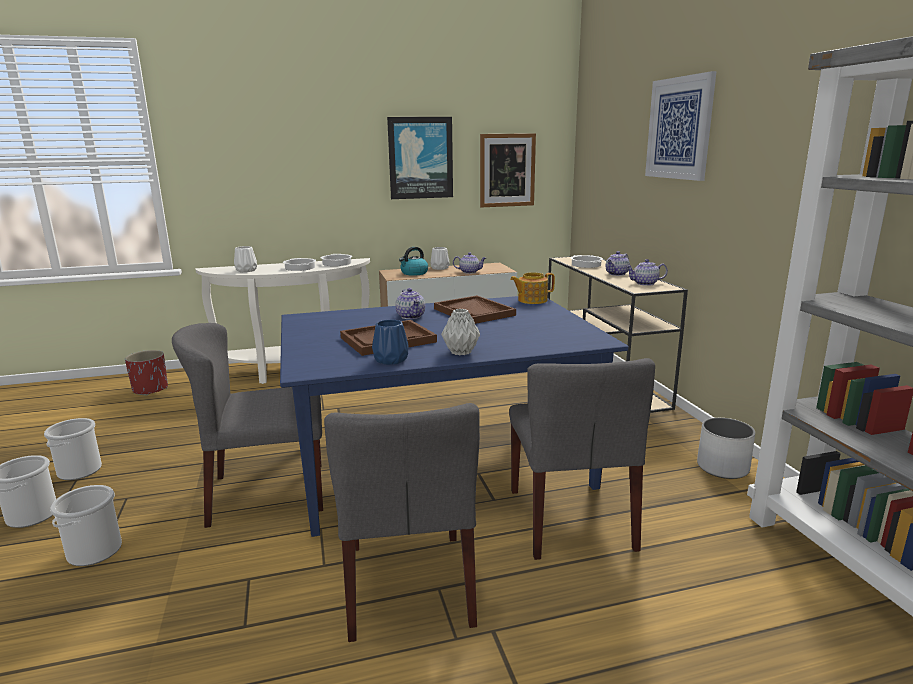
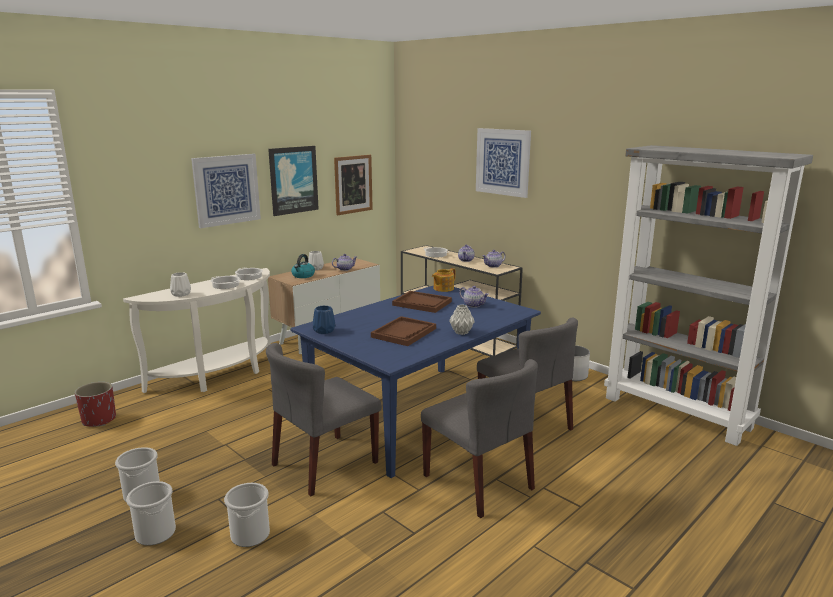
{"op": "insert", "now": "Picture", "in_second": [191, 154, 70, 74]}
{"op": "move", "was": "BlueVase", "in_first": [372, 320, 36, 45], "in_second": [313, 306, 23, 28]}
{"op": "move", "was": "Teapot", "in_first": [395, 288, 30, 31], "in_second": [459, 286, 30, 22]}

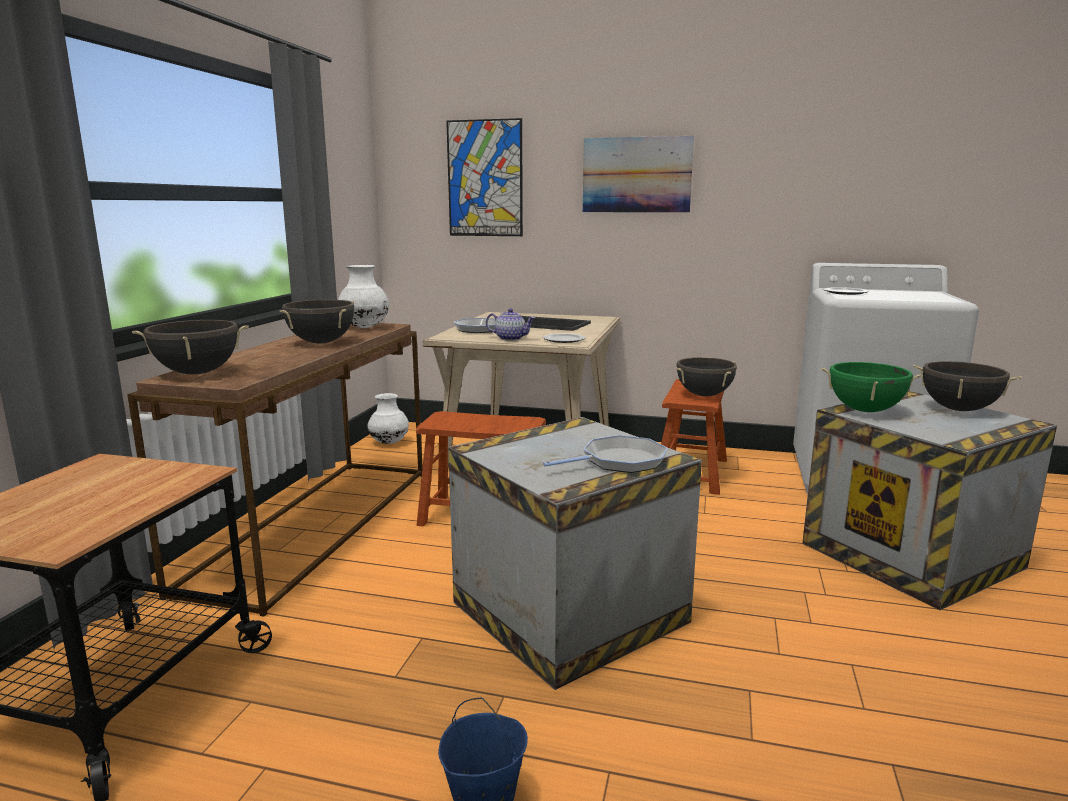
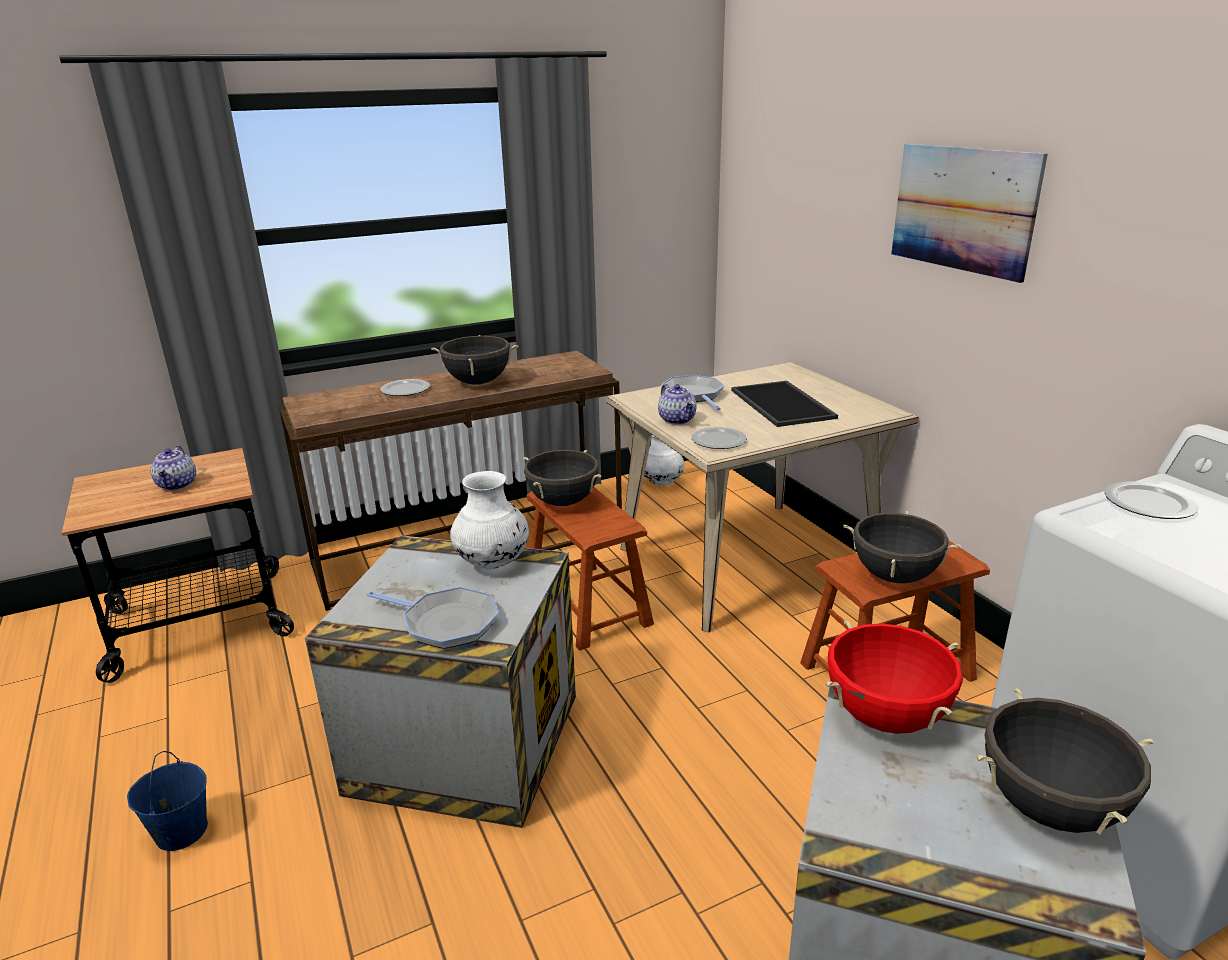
{"op": "insert", "now": "Teapot", "in_second": [150, 446, 46, 44]}
{"op": "insert", "now": "Plate", "in_second": [380, 379, 50, 17]}
{"op": "move", "was": "WhiteVase", "in_first": [338, 265, 51, 63], "in_second": [450, 471, 79, 98]}
{"op": "move", "was": "BlackCookingPot", "in_first": [132, 320, 117, 54], "in_second": [523, 450, 78, 56]}
{"op": "recolor", "was": "GreenCookingPot", "now": "RedCookingPot", "in_first": [820, 362, 103, 50], "in_second": [826, 620, 137, 114]}
{"op": "delete", "was": "Picture", "in_first": [446, 118, 77, 118]}

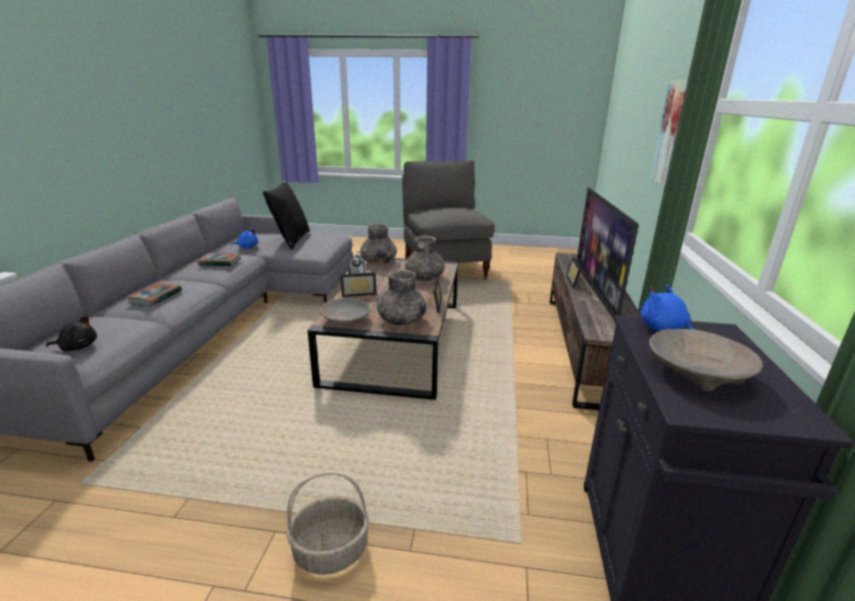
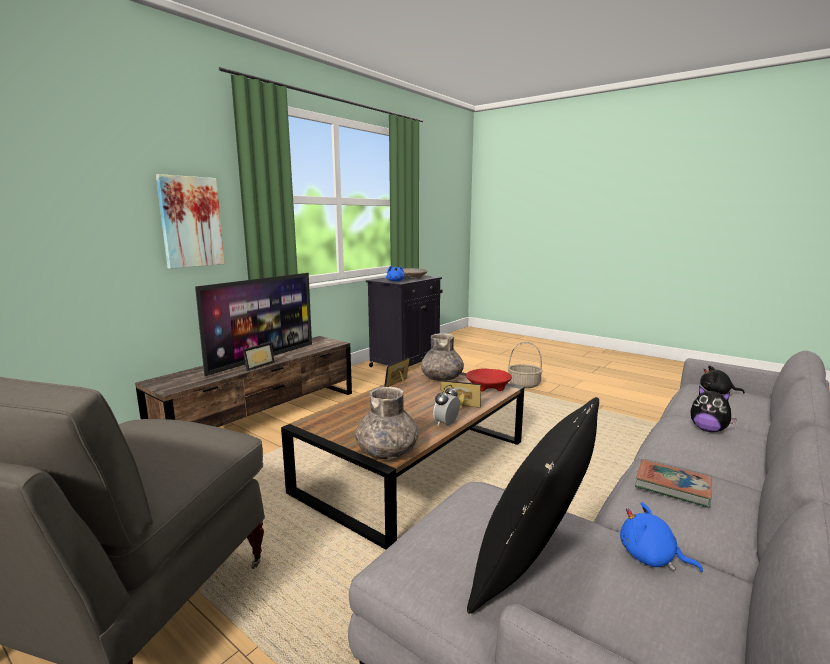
{"op": "recolor", "was": "BeigeBowl", "now": "RedBowl", "in_first": [320, 298, 50, 30], "in_second": [466, 368, 46, 23]}
{"op": "replace", "was": "Book", "now": "PlushToy", "in_first": [126, 282, 56, 24], "in_second": [691, 386, 46, 46]}
{"op": "delete", "was": "GreyVase", "in_first": [405, 236, 40, 45]}

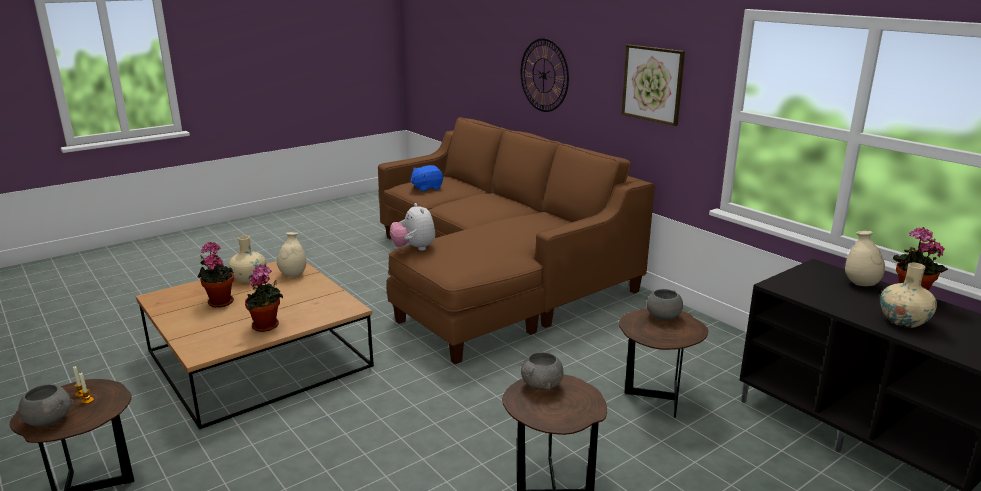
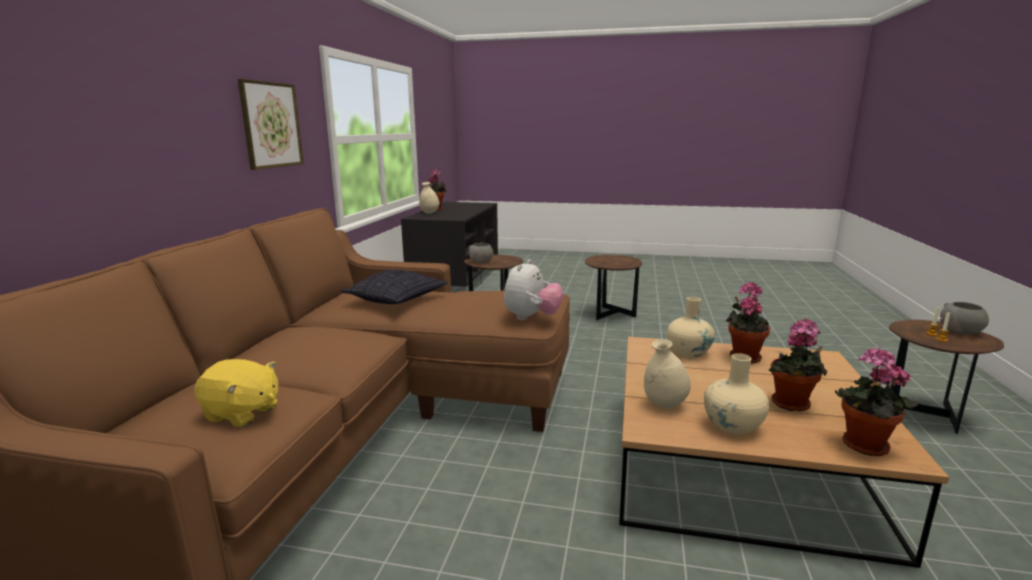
{"op": "recolor", "was": "BluePlushToy", "now": "YellowPlushToy", "in_first": [410, 165, 33, 27], "in_second": [194, 359, 84, 68]}
{"op": "insert", "now": "Pillow", "in_second": [341, 269, 107, 35]}
{"op": "move", "was": "BeigeVase", "in_first": [880, 263, 57, 65], "in_second": [667, 297, 48, 60]}
{"op": "insert", "now": "PottedPlant", "in_second": [835, 348, 83, 108]}
{"op": "delete", "was": "WallClock", "in_first": [521, 38, 48, 74]}
{"op": "delete", "was": "GreyBowl", "in_first": [521, 352, 42, 38]}

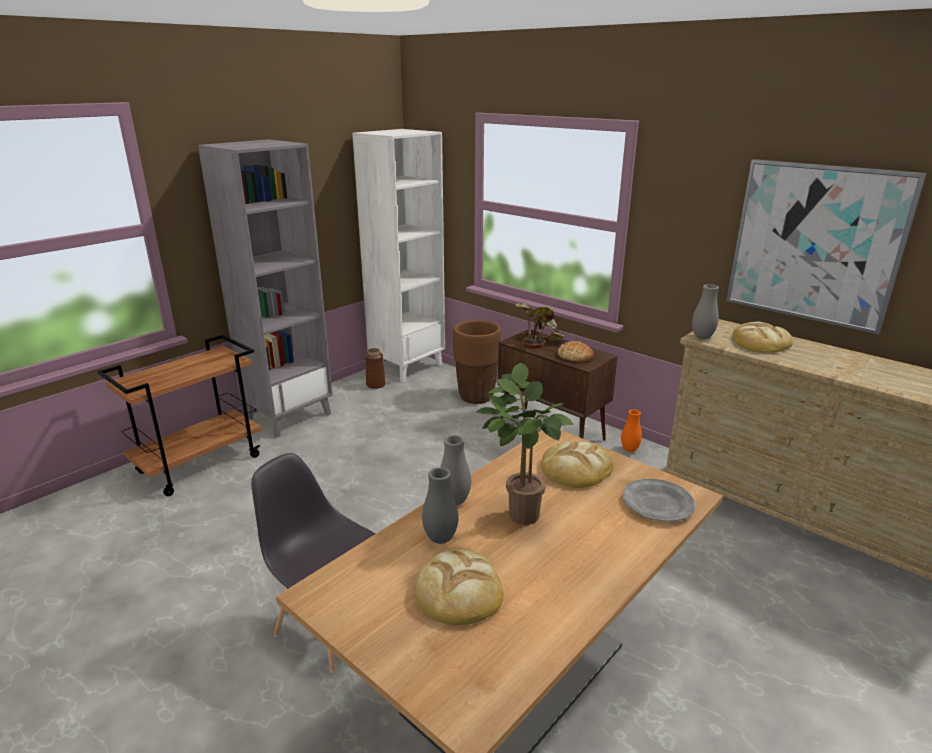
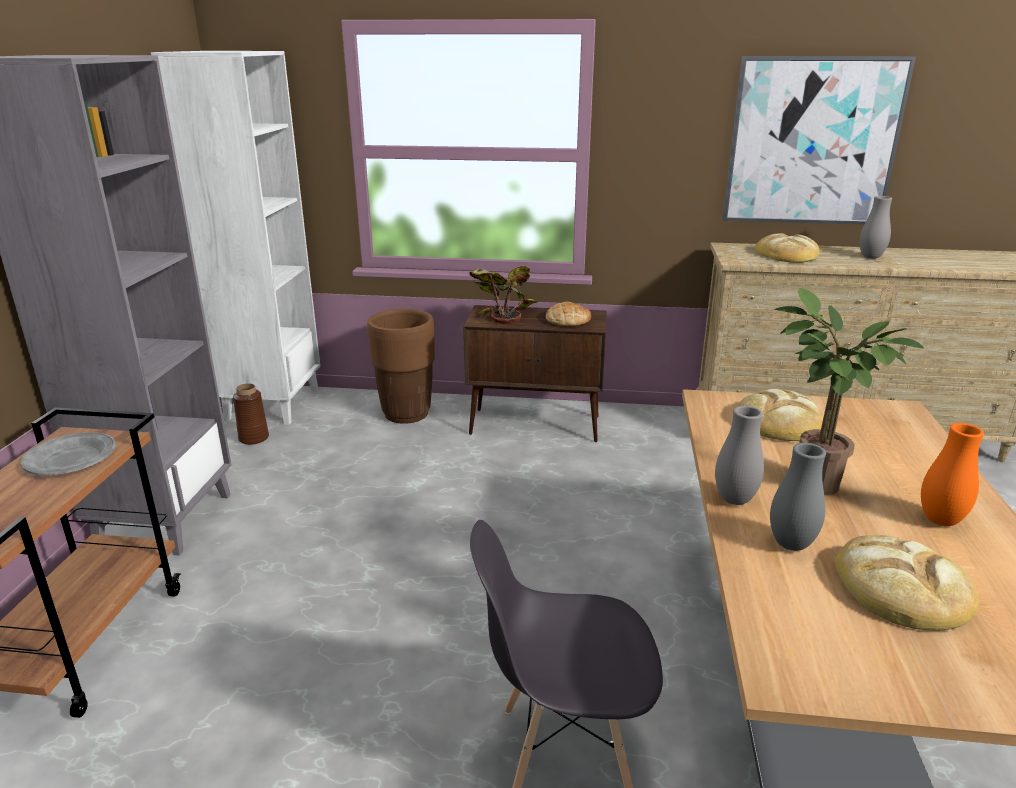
{"op": "move", "was": "GreyPlate", "in_first": [622, 479, 73, 43], "in_second": [21, 432, 95, 43]}
{"op": "move", "was": "GreyVase", "in_first": [692, 284, 27, 55], "in_second": [859, 196, 33, 63]}
{"op": "move", "was": "OrangeVase", "in_first": [621, 409, 21, 43], "in_second": [921, 423, 63, 103]}

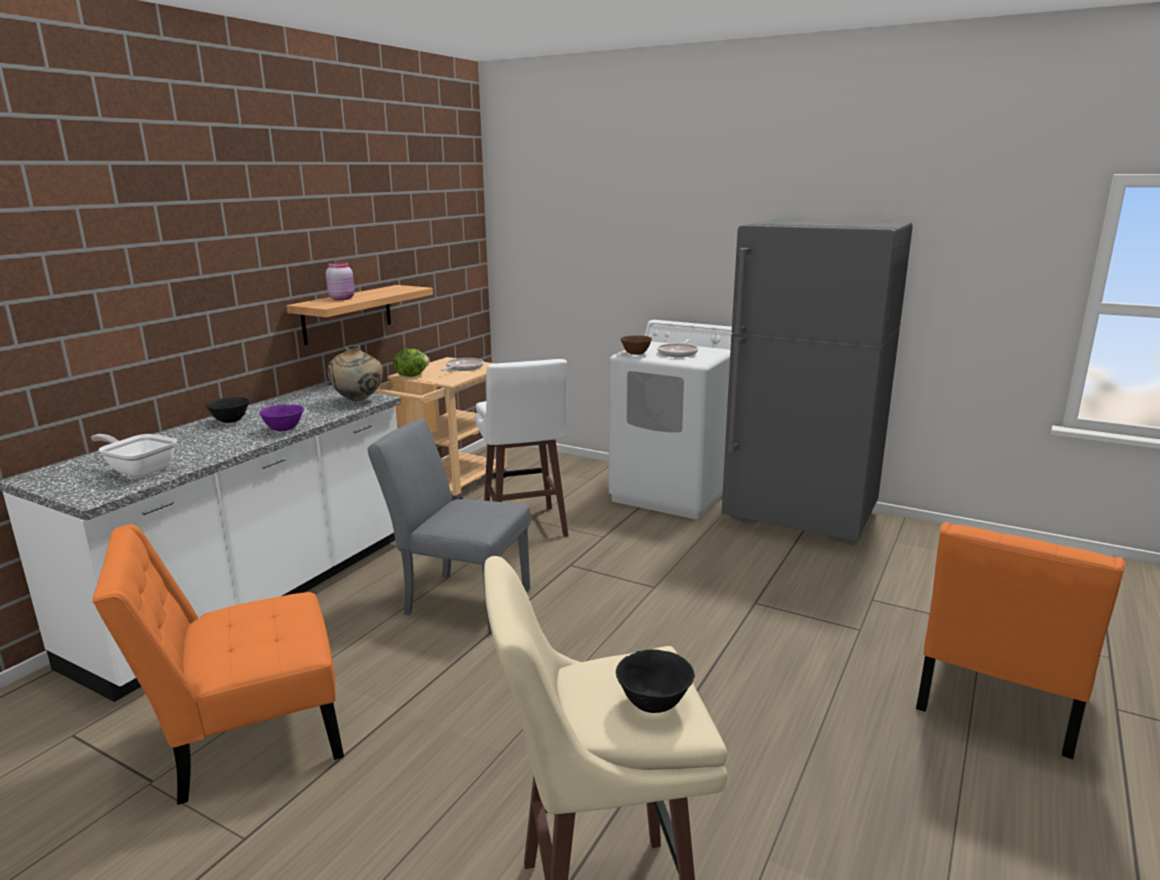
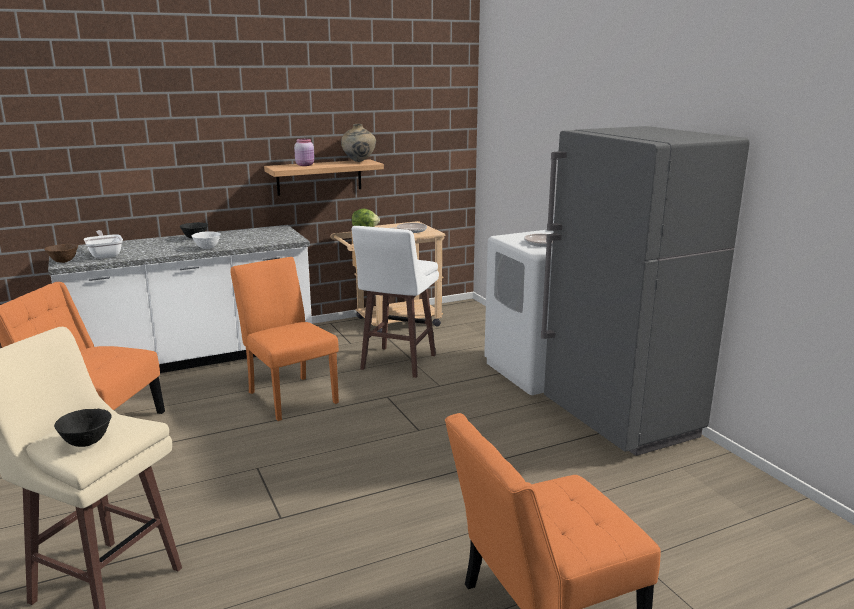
{"op": "move", "was": "BrownBowl", "in_first": [620, 335, 32, 20], "in_second": [44, 244, 34, 19]}
{"op": "recolor", "was": "PurpleBowl", "now": "WhiteBowl", "in_first": [259, 404, 45, 28], "in_second": [192, 231, 29, 18]}
{"op": "recolor", "was": "GreyChair", "now": "OrangeChair", "in_first": [368, 418, 163, 215], "in_second": [230, 257, 109, 164]}
{"op": "move", "was": "BeigeVase", "in_first": [328, 345, 55, 56], "in_second": [341, 124, 35, 38]}

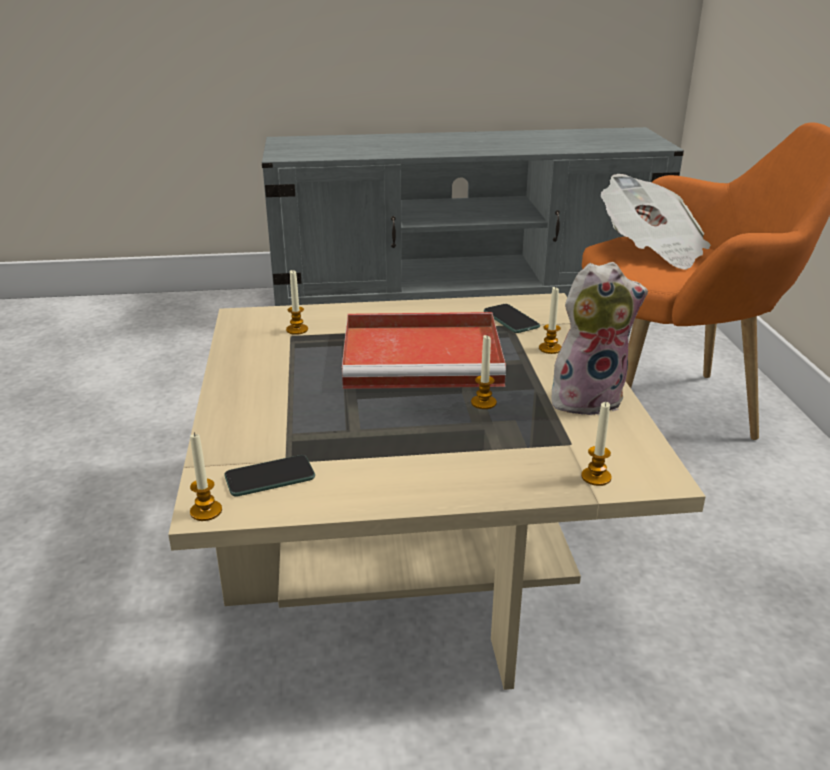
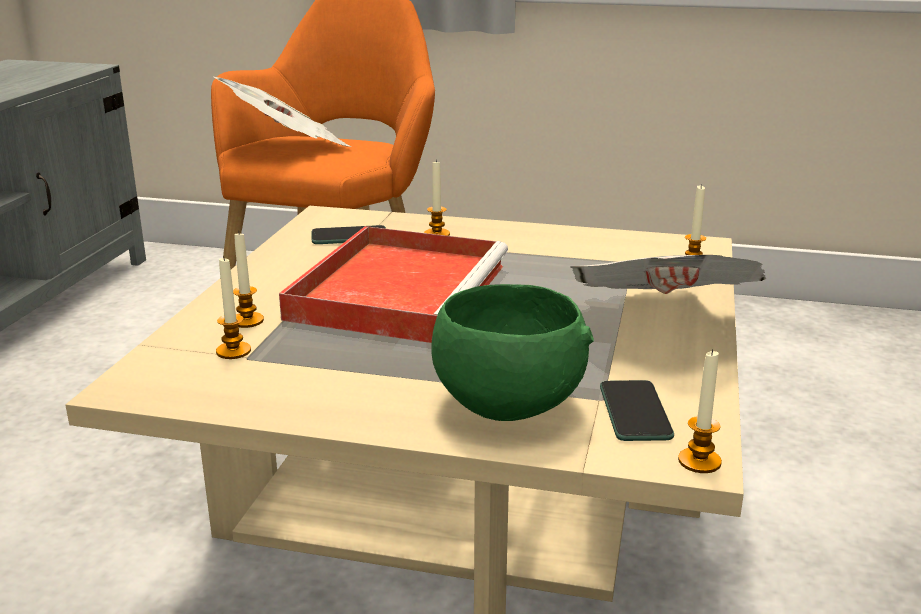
{"op": "move", "was": "Candle", "in_first": [471, 335, 26, 74], "in_second": [233, 231, 31, 97]}
{"op": "insert", "now": "GreenBowl", "in_second": [432, 284, 162, 137]}
{"op": "insert", "now": "Newspaper", "in_second": [570, 255, 197, 39]}
{"op": "delete", "was": "PlushToy", "in_first": [551, 262, 97, 153]}

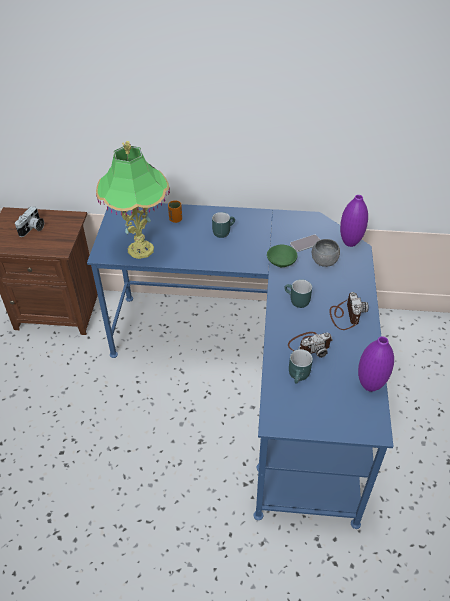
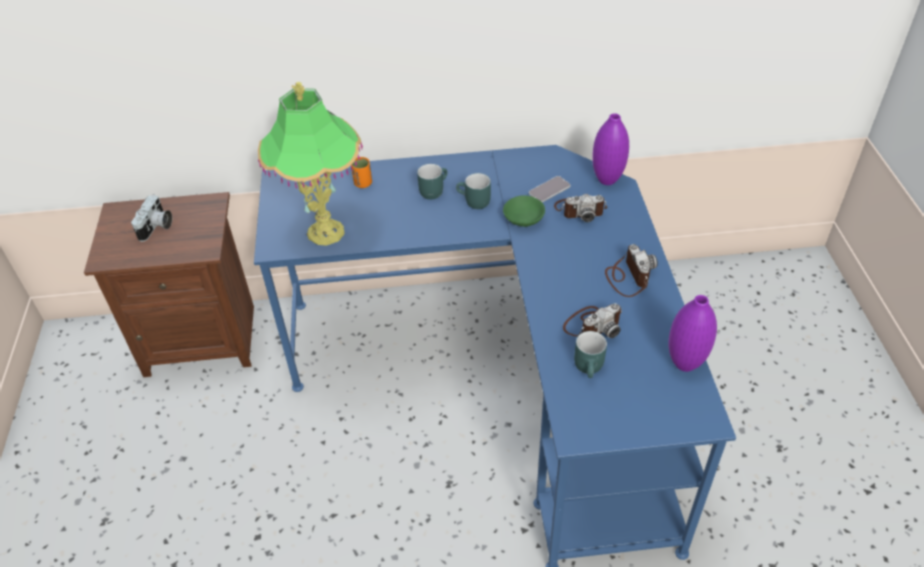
{"op": "move", "was": "TurquoiseMug", "in_first": [284, 279, 28, 29], "in_second": [456, 173, 35, 36]}
{"op": "replace", "was": "GreyBowl", "now": "PhotoCamera", "in_first": [312, 239, 28, 28], "in_second": [554, 194, 54, 28]}

